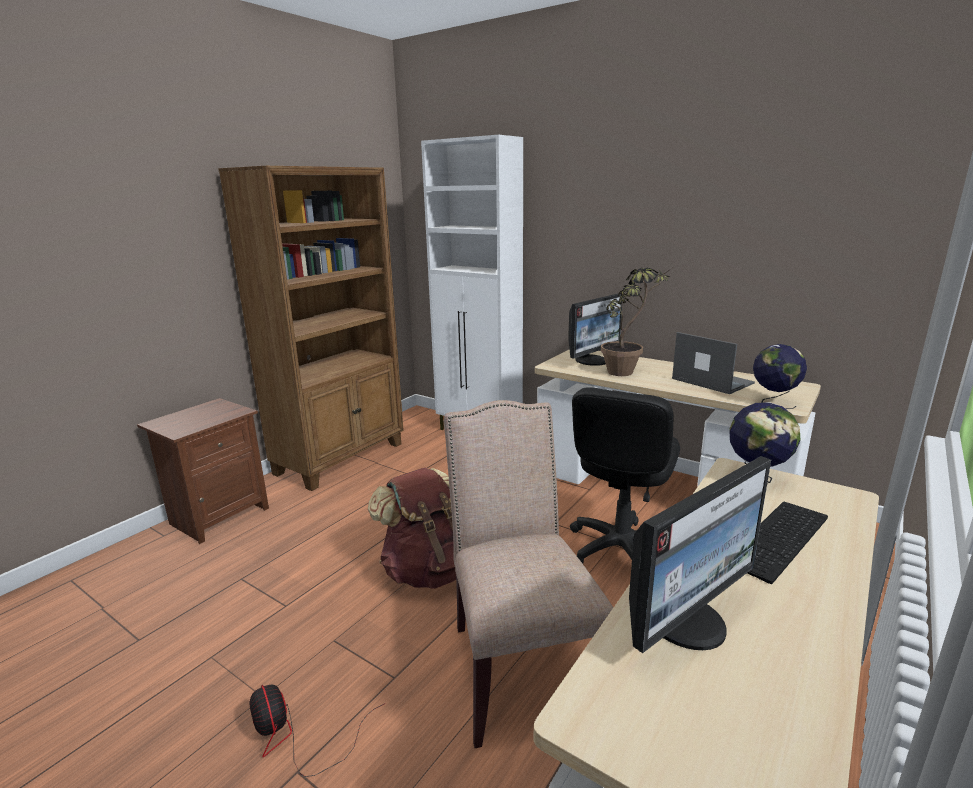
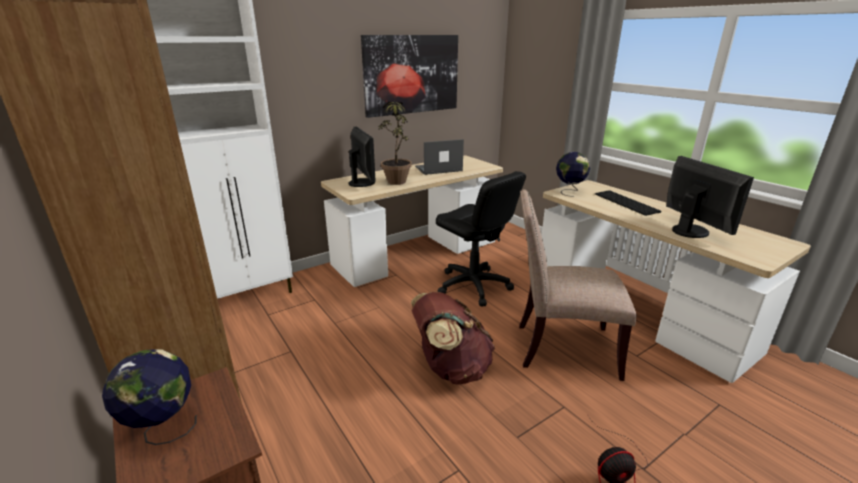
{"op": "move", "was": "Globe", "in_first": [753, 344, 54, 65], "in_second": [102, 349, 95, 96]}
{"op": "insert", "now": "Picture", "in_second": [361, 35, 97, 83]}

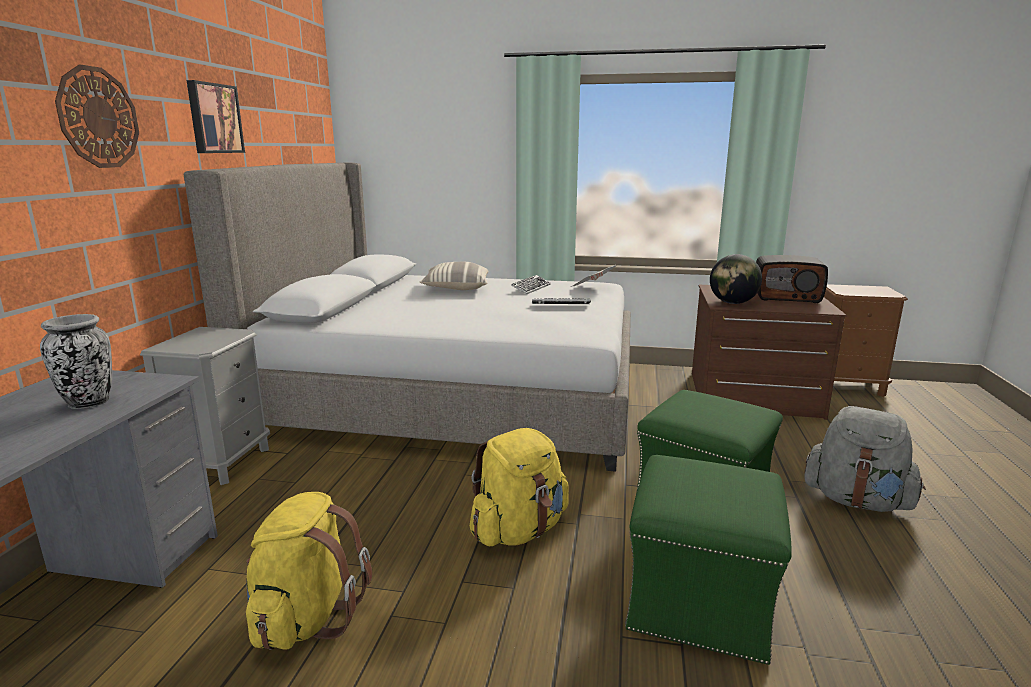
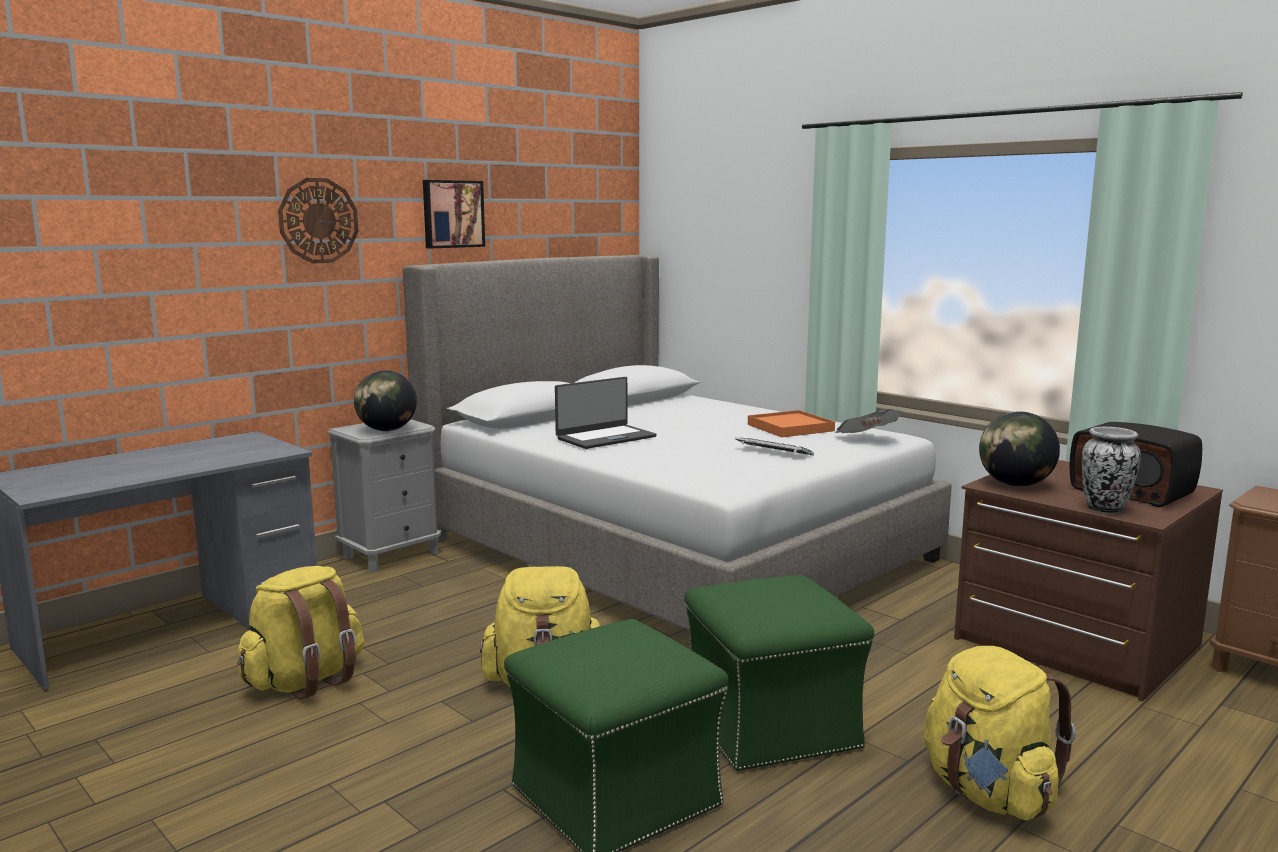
{"op": "insert", "now": "Globe", "in_second": [354, 370, 63, 61]}
{"op": "insert", "now": "Laptop", "in_second": [555, 377, 102, 72]}
{"op": "replace", "was": "Keyboard", "now": "OrangeTray", "in_first": [511, 275, 40, 19], "in_second": [748, 410, 87, 27]}
{"op": "recolor", "was": "GreyBackpack", "now": "YellowBackpack", "in_first": [804, 406, 122, 106], "in_second": [924, 646, 152, 174]}
{"op": "move", "was": "Vase", "in_first": [40, 314, 72, 95], "in_second": [1082, 427, 59, 87]}
{"op": "delete", "was": "Pillow", "in_first": [420, 262, 68, 28]}

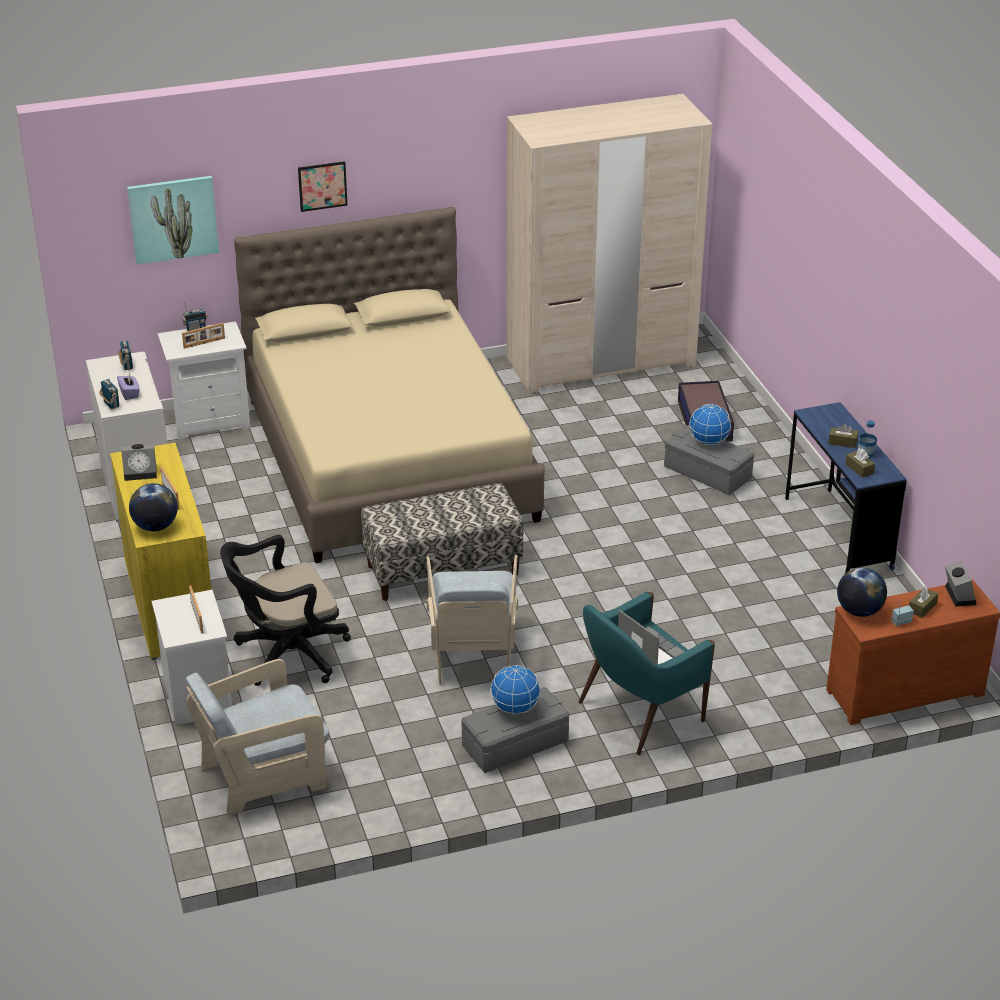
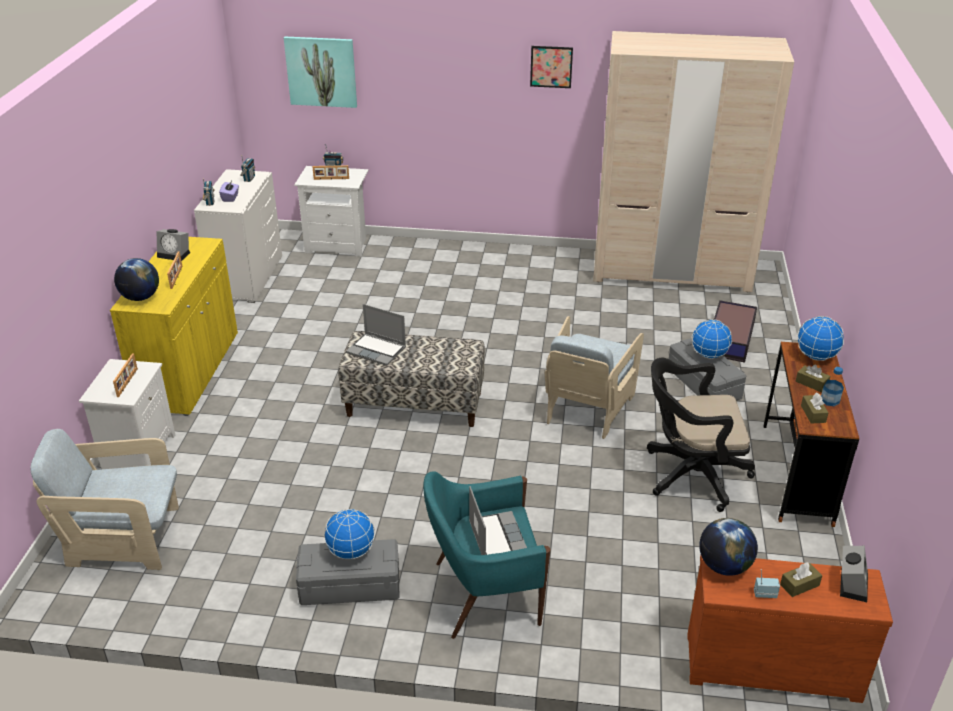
{"op": "insert", "now": "Laptop", "in_second": [346, 304, 60, 62]}
{"op": "move", "was": "Picture", "in_first": [298, 161, 49, 51], "in_second": [530, 46, 43, 42]}
{"op": "move", "was": "BeigeArmchair", "in_first": [426, 555, 92, 130], "in_second": [545, 316, 99, 123]}
{"op": "move", "was": "BlackOfficeChair", "in_first": [220, 535, 131, 151], "in_second": [647, 357, 108, 155]}
{"op": "recolor", "was": "BlueDesk", "now": "BrownDesk", "in_first": [785, 402, 122, 172], "in_second": [763, 342, 96, 185]}
{"op": "insert", "now": "Globe", "in_second": [797, 316, 47, 45]}
{"op": "delete", "was": "BeigeBed", "in_first": [234, 207, 311, 356]}

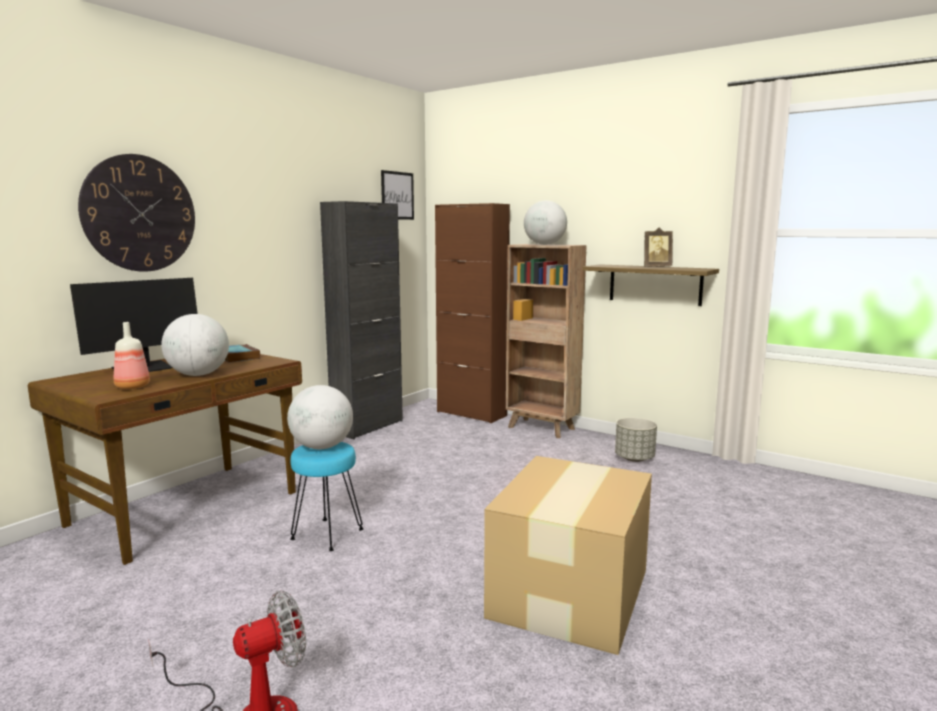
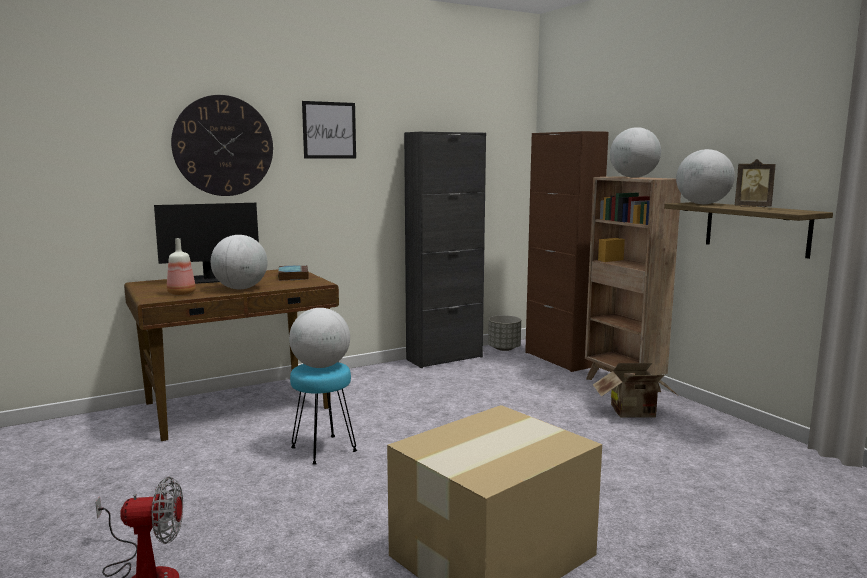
{"op": "move", "was": "Picture", "in_first": [381, 170, 33, 50], "in_second": [302, 101, 54, 58]}
{"op": "move", "was": "GreyPlanter", "in_first": [615, 418, 42, 44], "in_second": [488, 315, 33, 36]}
{"op": "insert", "now": "CardboardBox", "in_second": [593, 363, 84, 55]}
{"op": "insert", "now": "Globe", "in_second": [676, 149, 59, 55]}

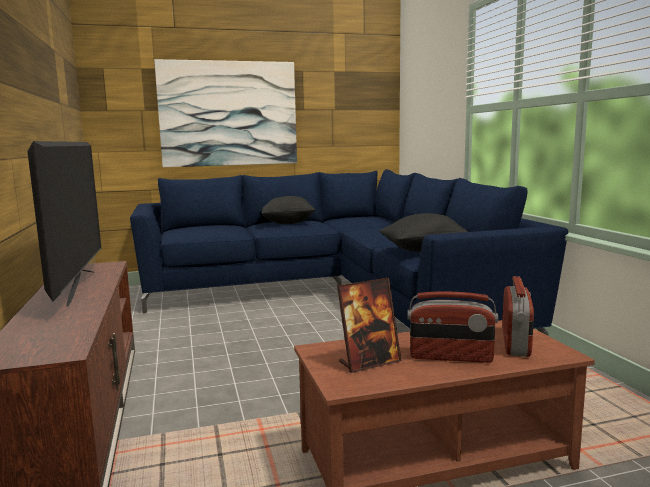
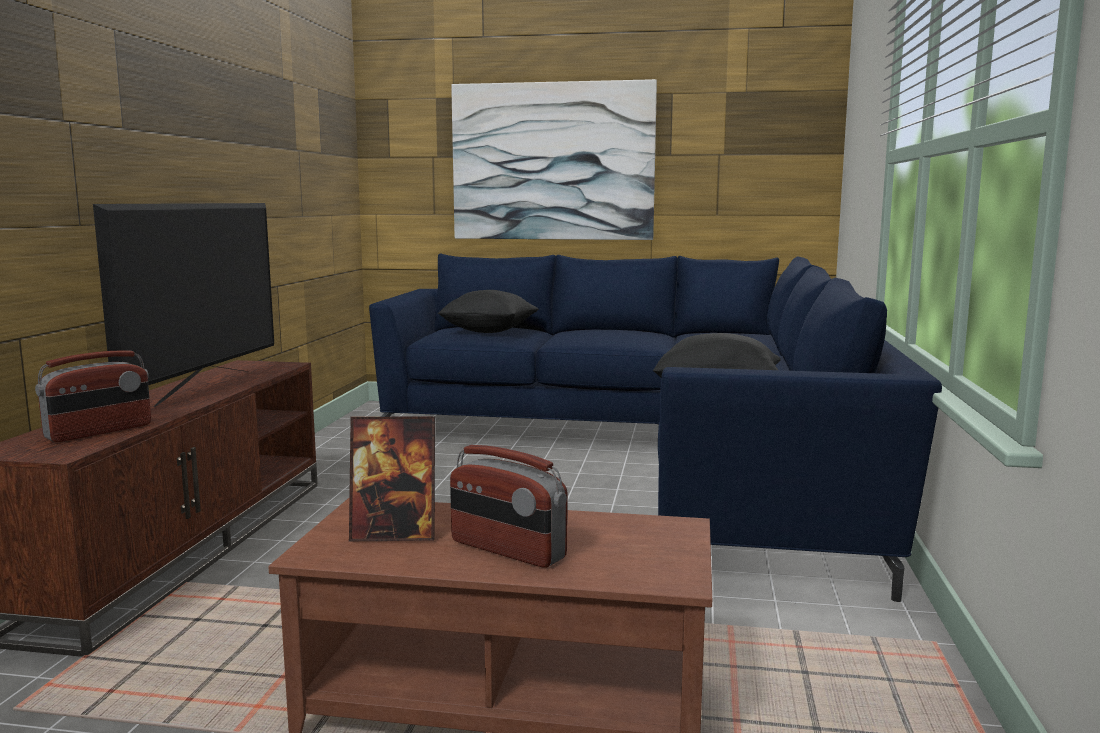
{"op": "move", "was": "Radio", "in_first": [502, 276, 32, 81], "in_second": [35, 350, 116, 92]}
{"op": "move", "was": "BlackPillow", "in_first": [261, 196, 55, 28], "in_second": [437, 290, 102, 43]}

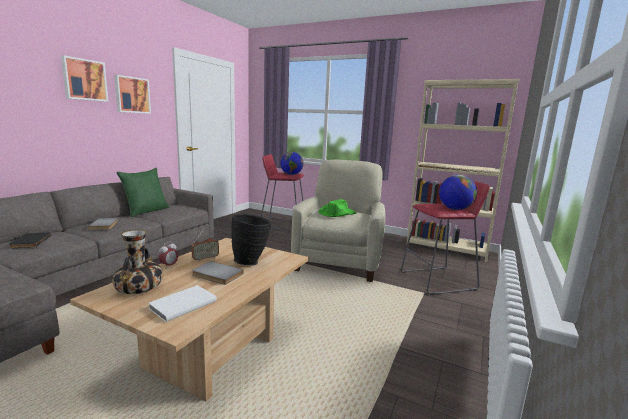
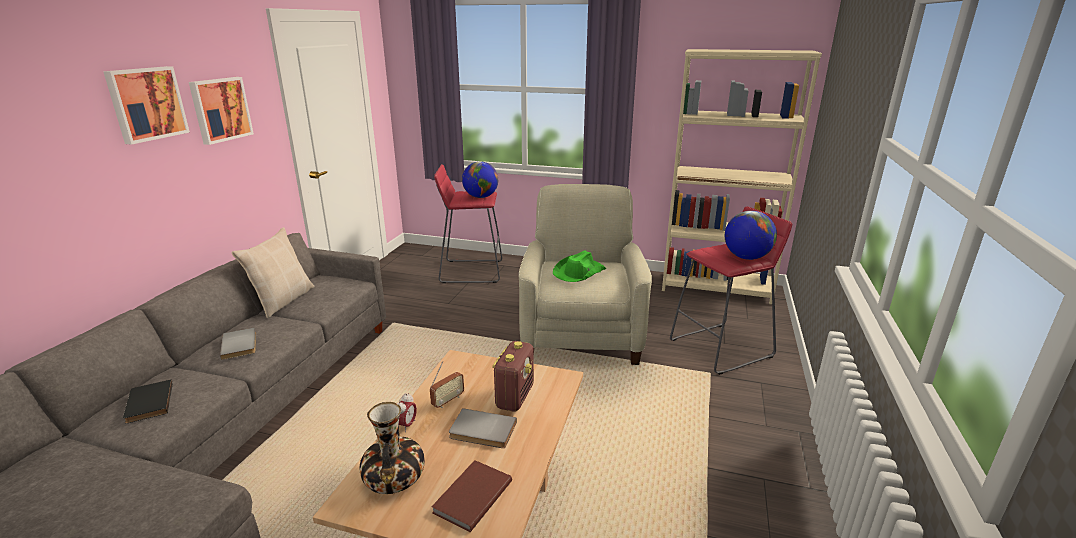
{"op": "recolor", "was": "GreenPillow", "now": "BeigePillow", "in_first": [116, 168, 53, 49], "in_second": [231, 227, 84, 91]}
{"op": "recolor", "was": "WhiteBook", "now": "BrownBook", "in_first": [148, 285, 69, 37], "in_second": [431, 460, 81, 72]}
{"op": "replace", "was": "BlackVase", "now": "Radio", "in_first": [231, 214, 40, 52], "in_second": [492, 341, 42, 71]}

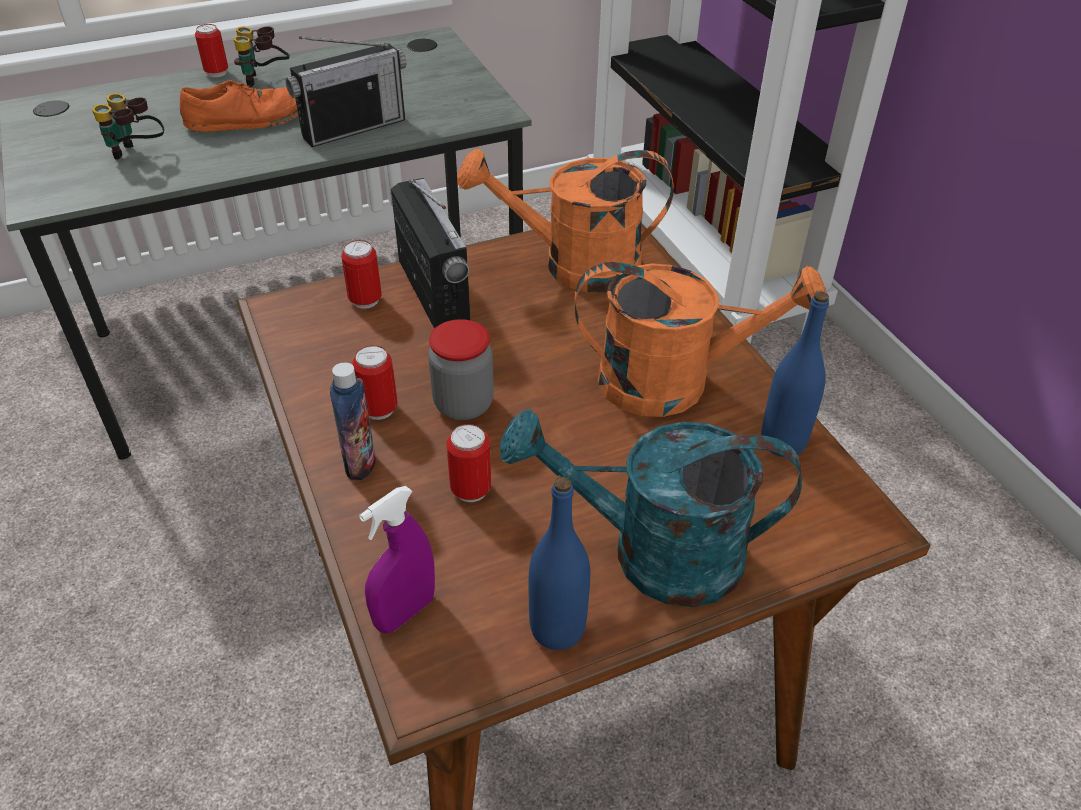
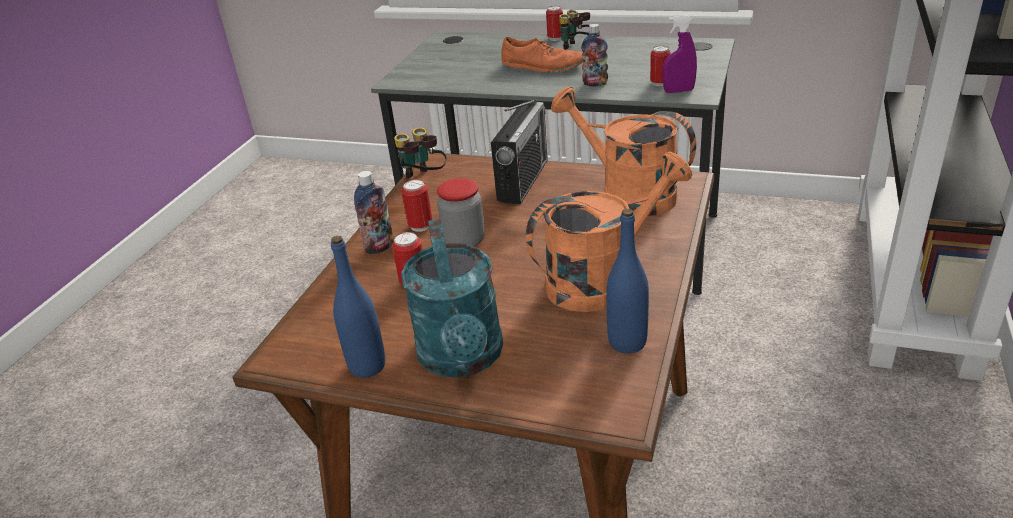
{"op": "move", "was": "Binoculars", "in_first": [92, 93, 72, 67], "in_second": [394, 128, 53, 50]}
{"op": "rotate", "was": "TurquoiseWateringCan", "in_first": [500, 409, 302, 198], "in_second": [401, 219, 102, 159], "clockwise": -150}
{"op": "rotate", "was": "OrangeWateringCan", "in_first": [574, 262, 255, 155], "in_second": [526, 152, 166, 160], "clockwise": -75}
{"op": "replace", "was": "Radio", "now": "Bottle", "in_first": [286, 37, 120, 110], "in_second": [581, 24, 27, 62]}
{"op": "move", "was": "Can", "in_first": [341, 240, 41, 69], "in_second": [650, 46, 21, 40]}
{"op": "move", "was": "PurpleSprayBottle", "in_first": [359, 486, 76, 147], "in_second": [663, 15, 34, 78]}

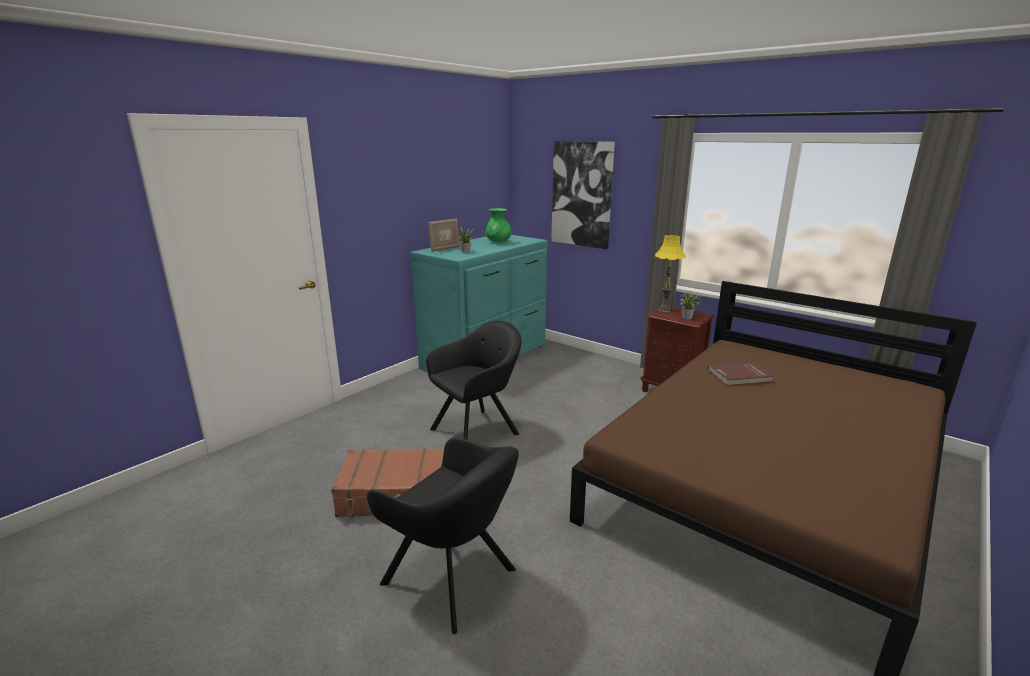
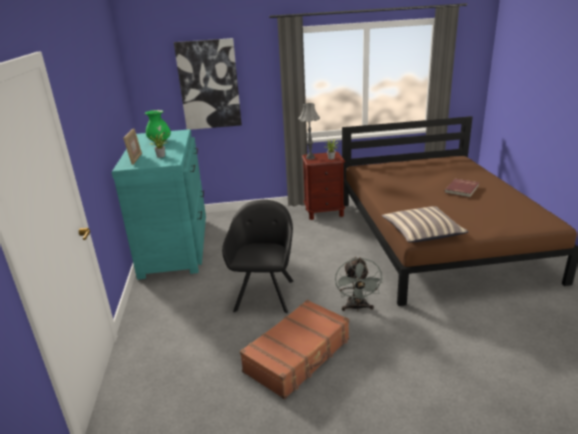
{"op": "recolor", "was": "YellowTableLamp", "now": "GreyTableLamp", "in_first": [655, 235, 31, 77], "in_second": [298, 103, 22, 56]}
{"op": "insert", "now": "GreyFan", "in_second": [335, 256, 49, 55]}
{"op": "insert", "now": "Pillow", "in_second": [382, 206, 87, 36]}
{"op": "move", "was": "RedBook", "in_first": [708, 362, 66, 23], "in_second": [444, 179, 35, 18]}
{"op": "delete", "was": "BlackArmchair", "in_first": [367, 437, 152, 197]}

